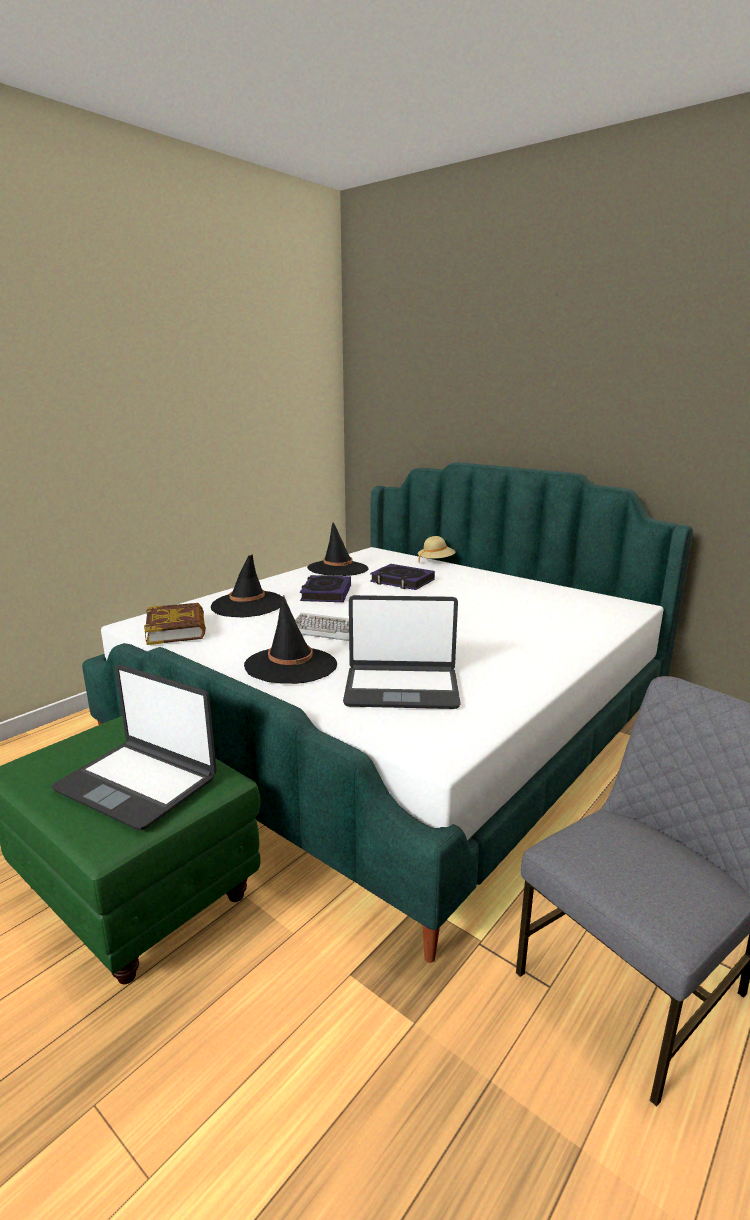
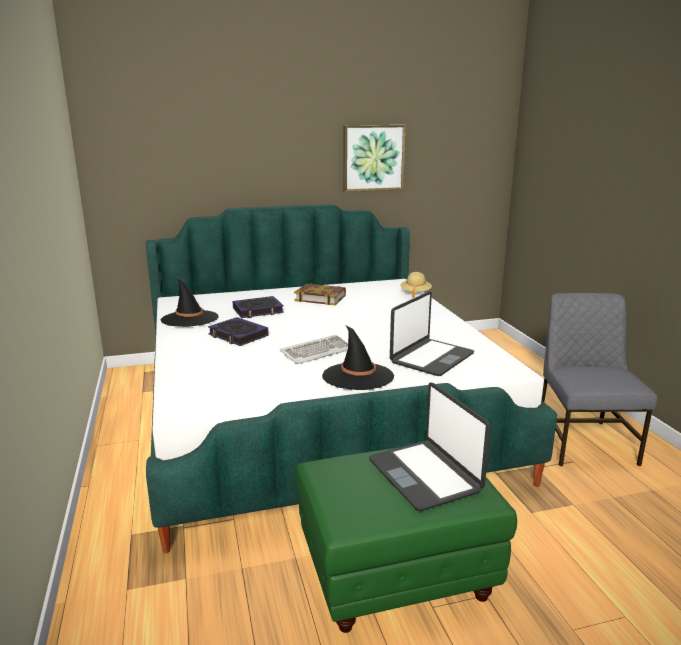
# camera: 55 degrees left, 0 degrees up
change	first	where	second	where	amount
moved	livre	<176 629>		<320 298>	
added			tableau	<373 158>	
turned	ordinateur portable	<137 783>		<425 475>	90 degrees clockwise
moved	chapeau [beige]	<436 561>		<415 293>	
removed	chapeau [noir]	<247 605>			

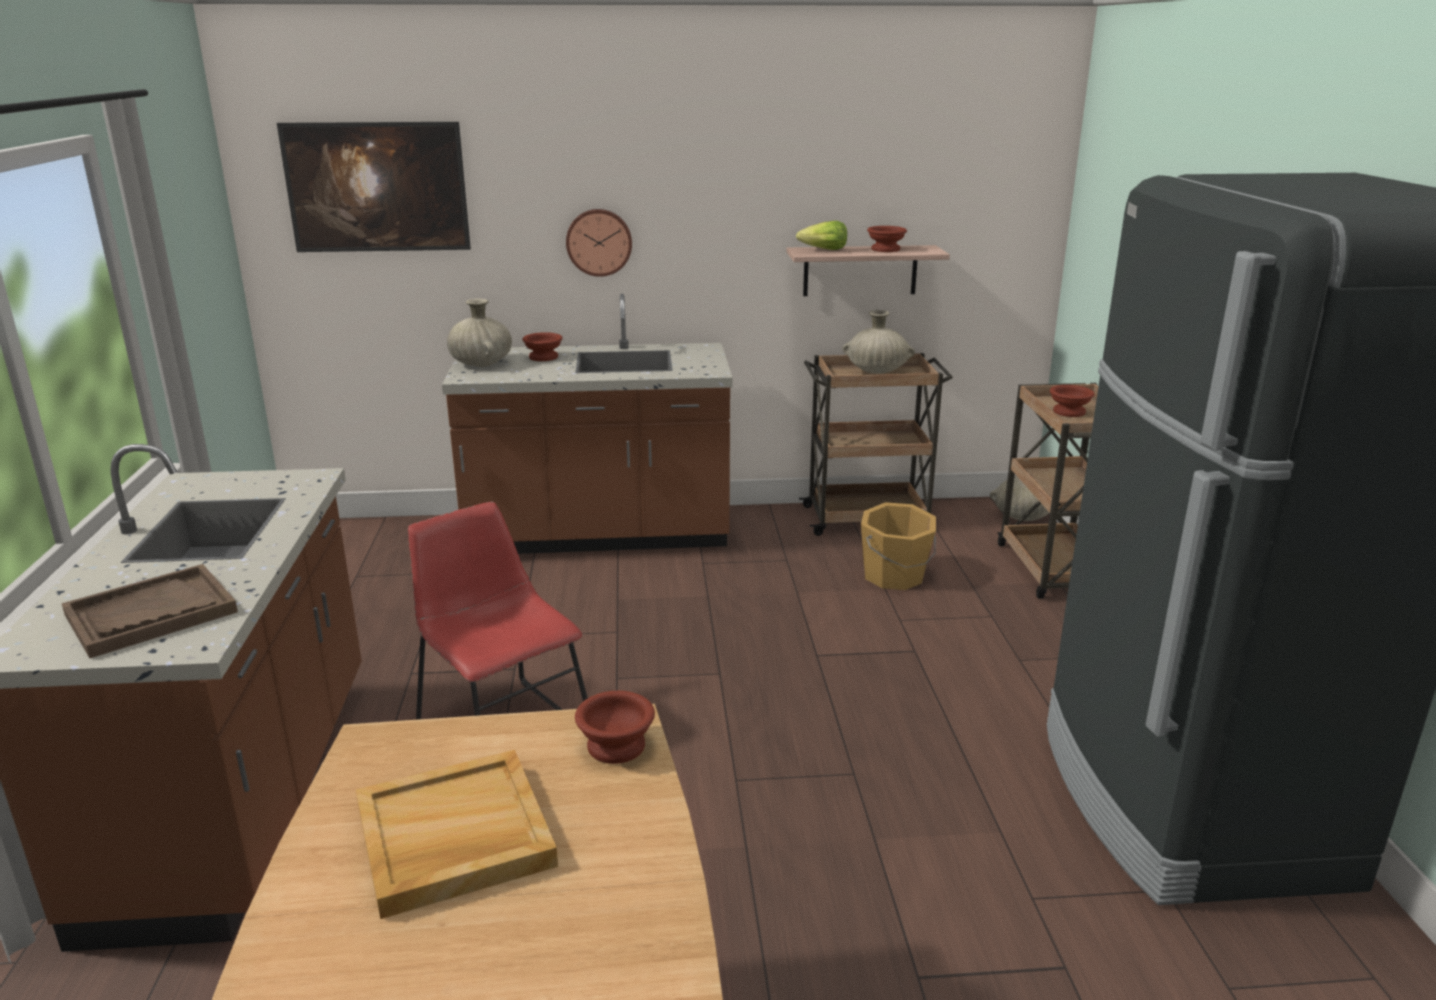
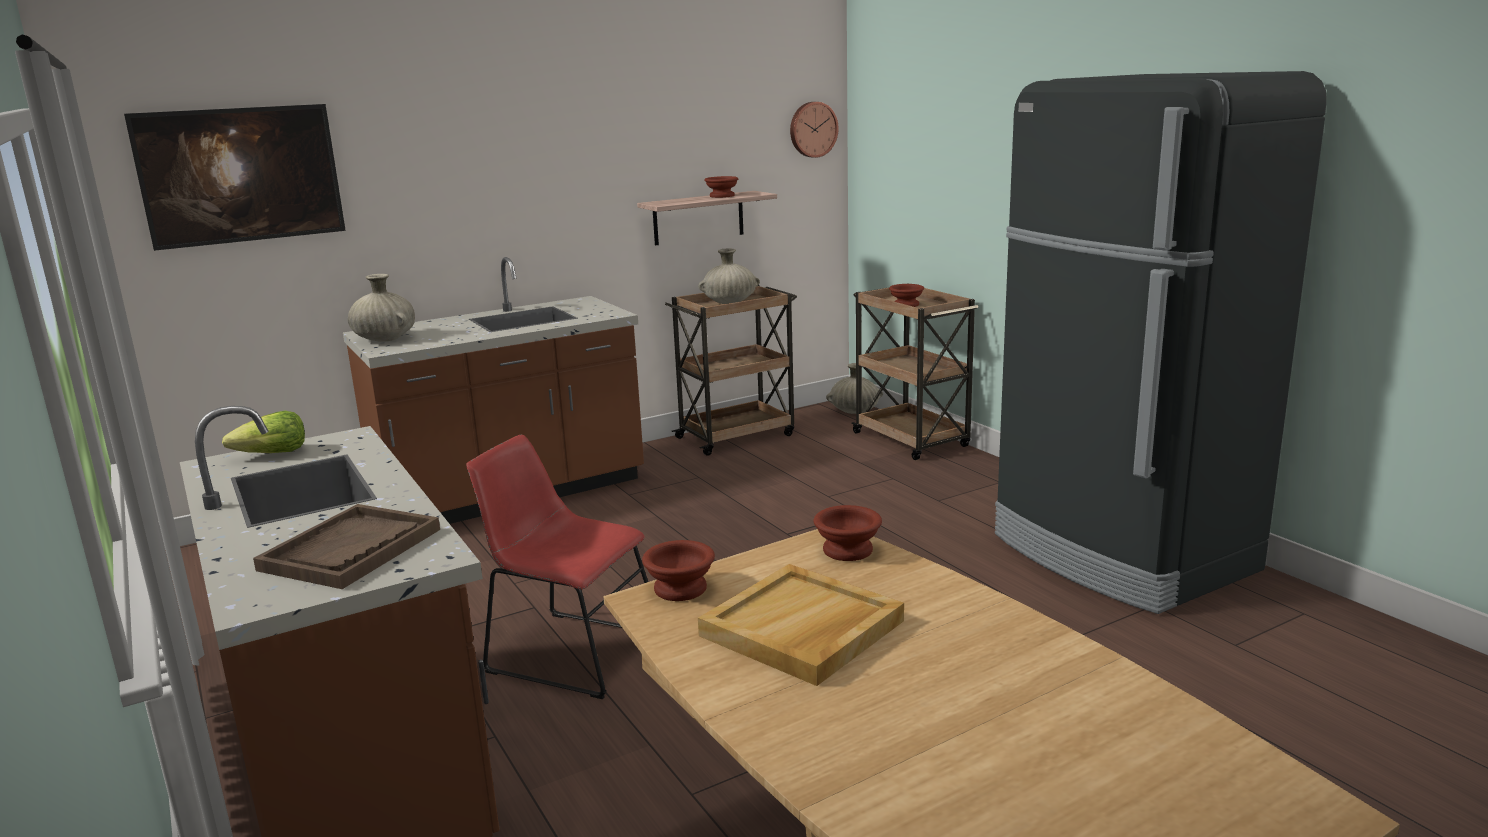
# camera: 25 degrees left, 5 degrees down
change	first	where	second	where	amount
moved	laitue	<824 250>		<272 454>	
moved	bol [marron]	<544 357>		<682 588>	
moved	horloge murale	<599 242>		<812 129>	
removed	seau [orange]	<894 576>			

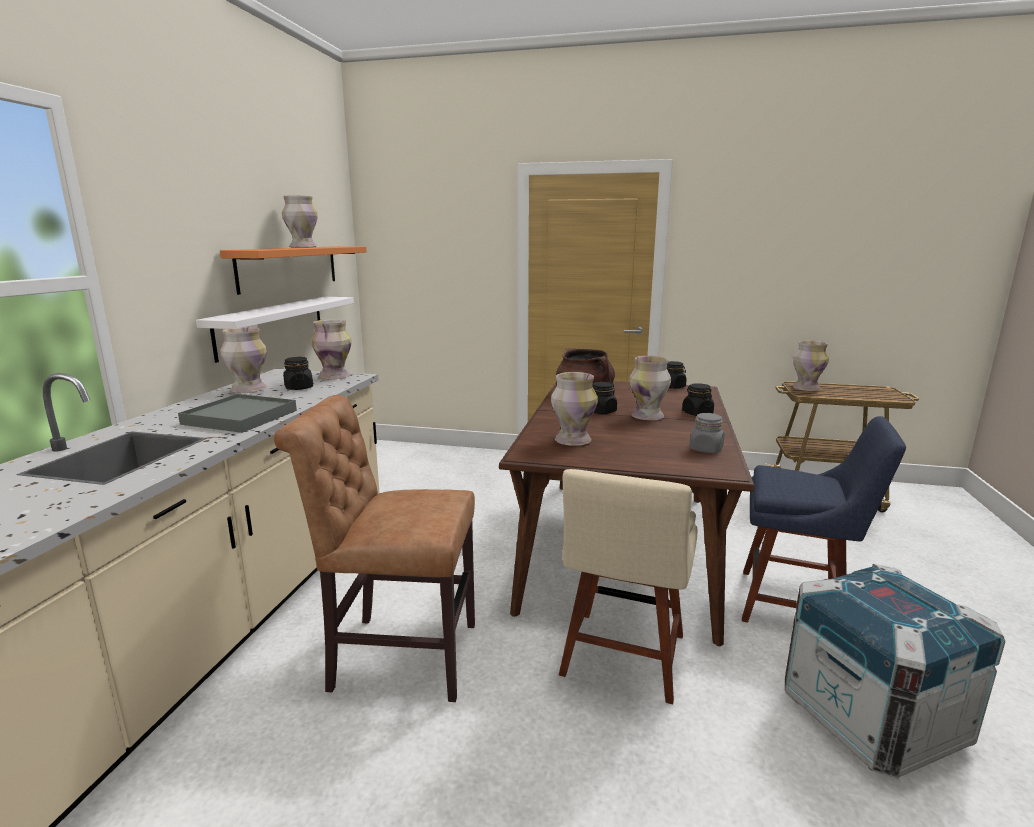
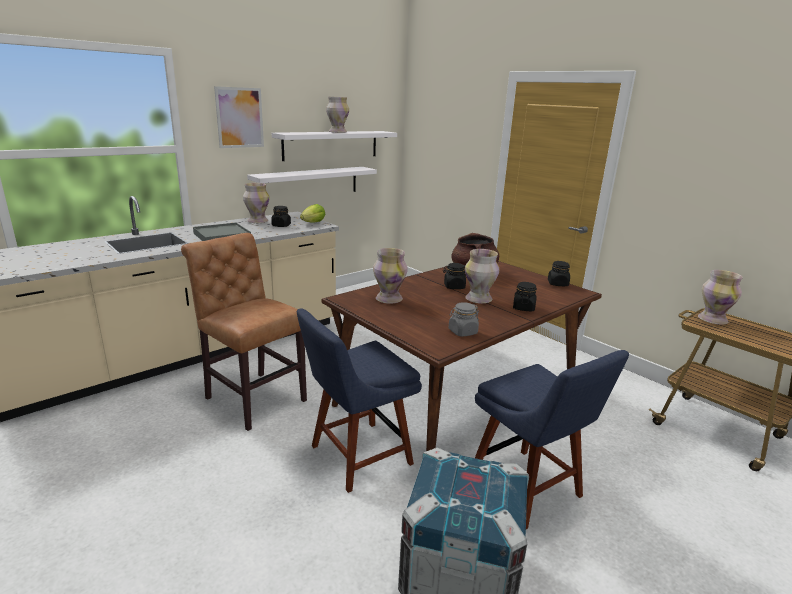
# camera: 35 degrees right, 5 degrees up
change	first	where	second	where	amount
added			tableau	<240 117>	
recoloured	étagère [orange]	<289 267>	étagère [blanc]	<331 145>	
recoloured	chaise [beige]	<622 659>	chaise [bleu]	<356 456>	
replaced	vase	<335 376>	laitue	<313 223>	

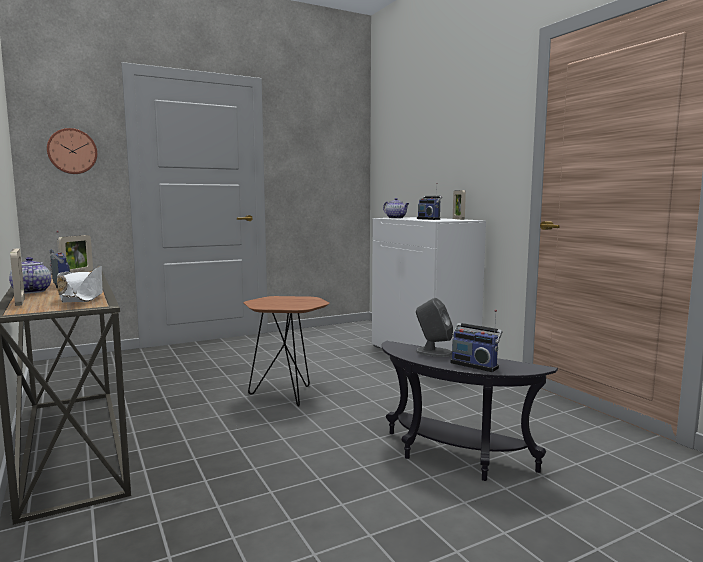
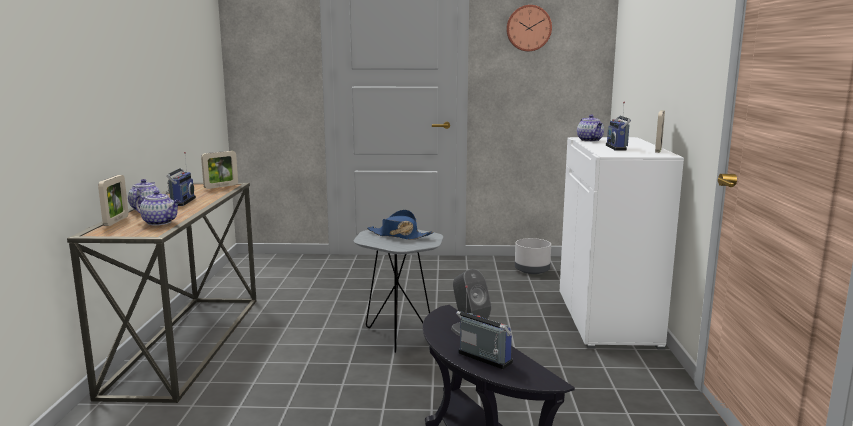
# camera: 30 degrees right, 5 degrees up
change	first	where	second	where	amount
replaced	chapeau [blanc]	<82 298>	théière	<160 222>	
recoloured	table d'appoint [marron]	<288 395>	table d'appoint [gris]	<400 337>	
added			chapeau [bleu]	<399 236>	
turned	radio	<475 365>		<483 359>	150 degrees clockwise
moved	horloge murale	<72 151>		<528 28>	
added			cache-pot [gris]	<531 270>	

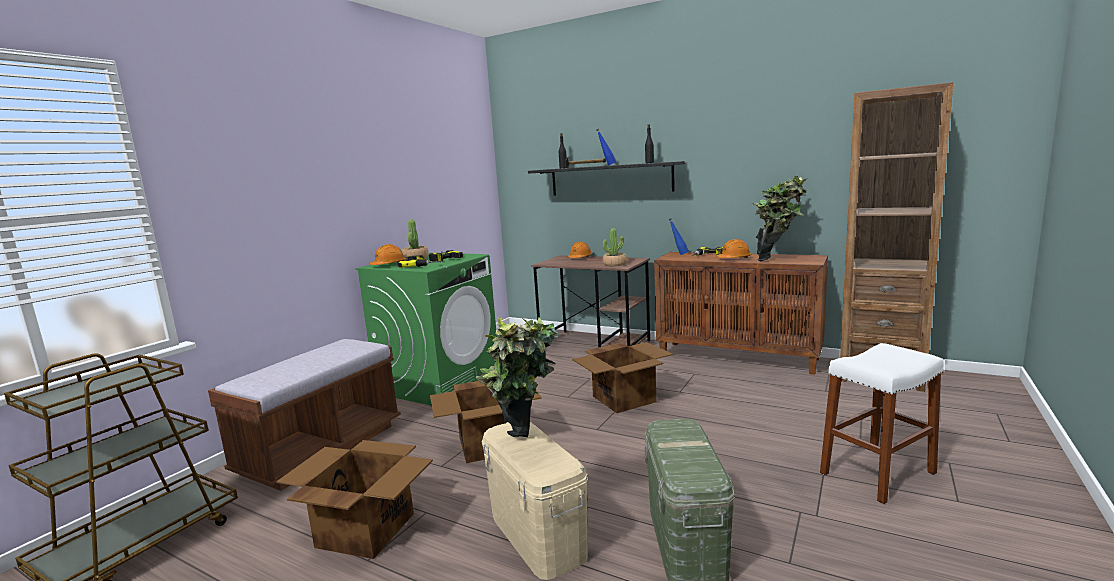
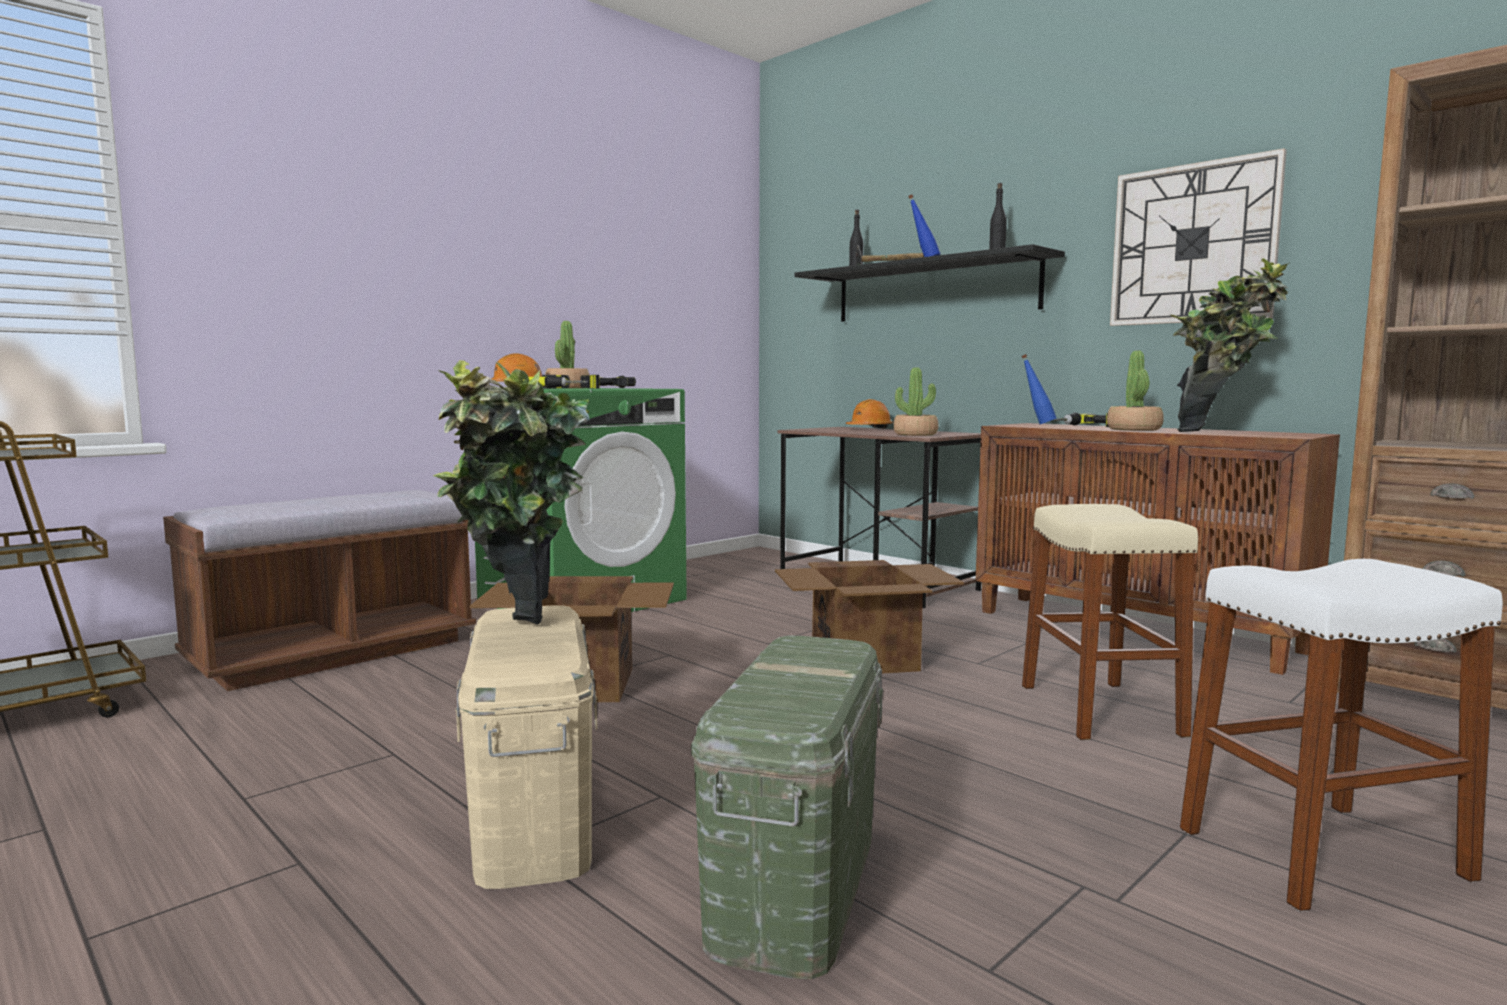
# camera: 15 degrees right, 5 degrees down
change	first	where	second	where	amount
added			tabouret [beige]	<1099 710>	
replaced	casque de chantier [orange]	<734 259>	plante en pot	<1134 429>	
added			horloge murale	<1193 244>	
removed	carton	<365 529>			

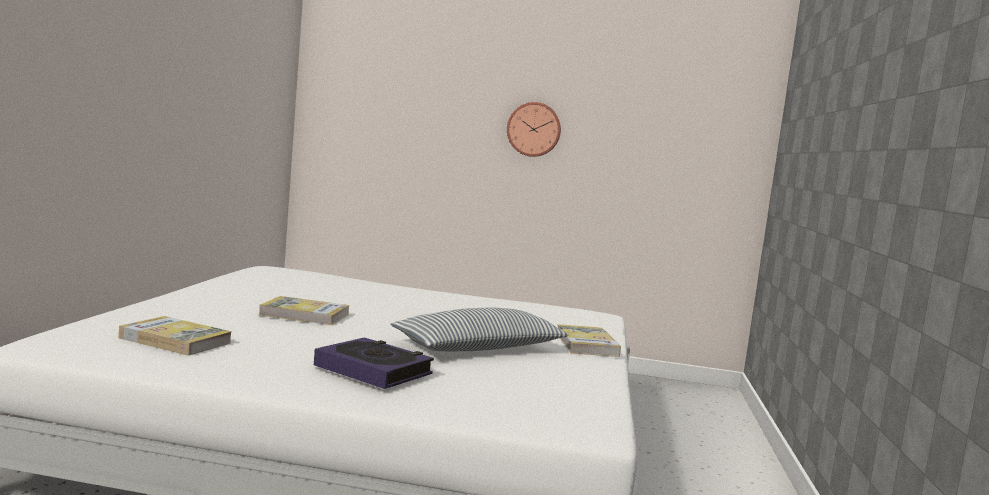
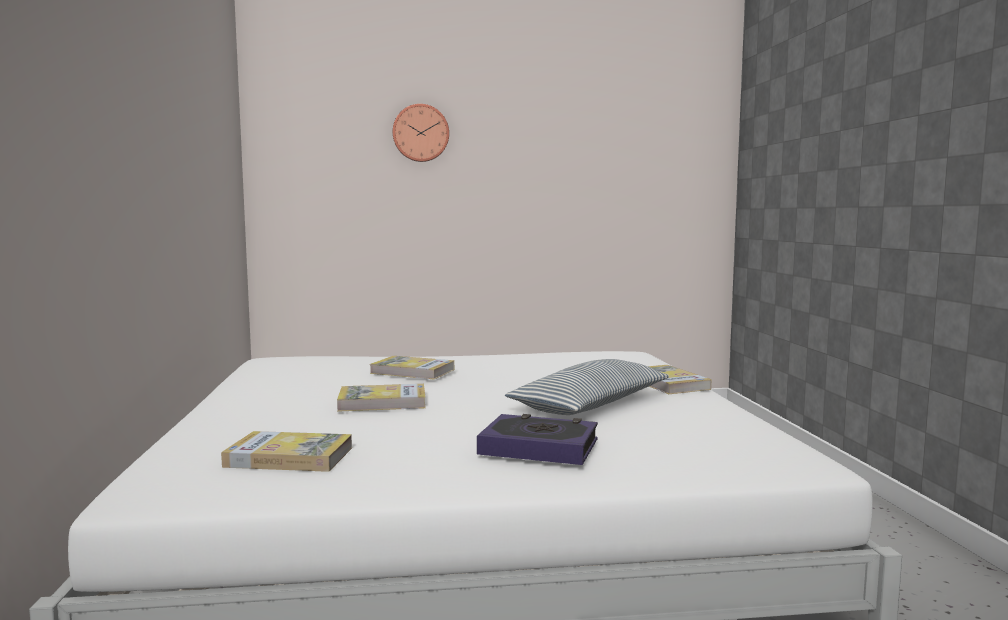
# camera: 15 degrees left, 0 degrees up
change	first	where	second	where	amount
added			livre	<412 371>	
moved	horloge murale	<534 129>		<421 133>	

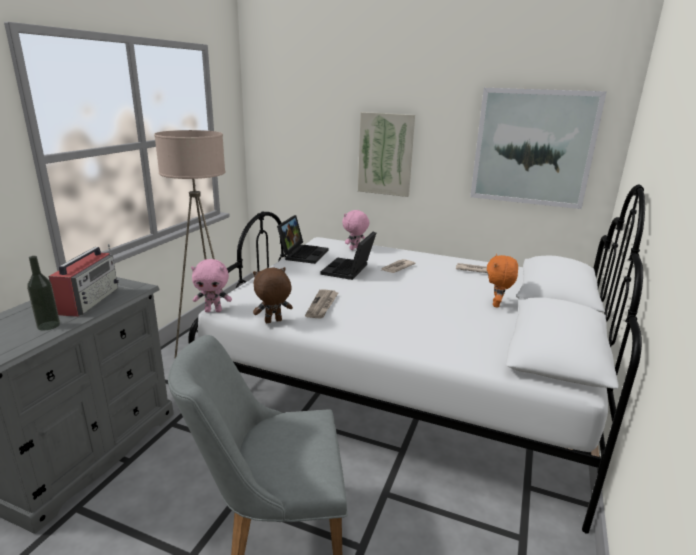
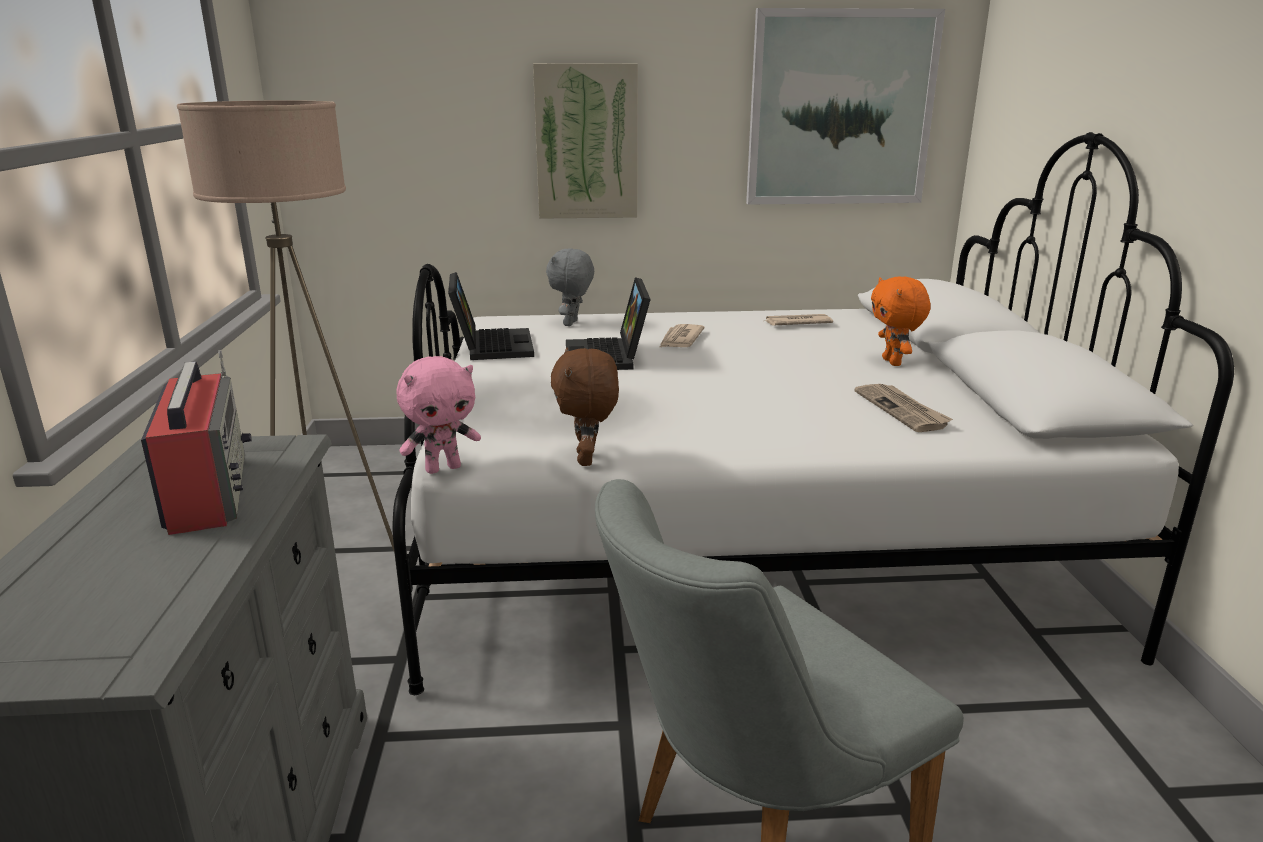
# camera: 25 degrees left, 0 degrees up
change	first	where	second	where	amount
recoloured	peluche [rose]	<355 249>	peluche [gris]	<572 323>	
turned	peluche [marron]	<273 322>		<587 459>	45 degrees counterclockwise
moved	journal	<322 305>		<902 410>	
removed	bouteille	<48 325>			

